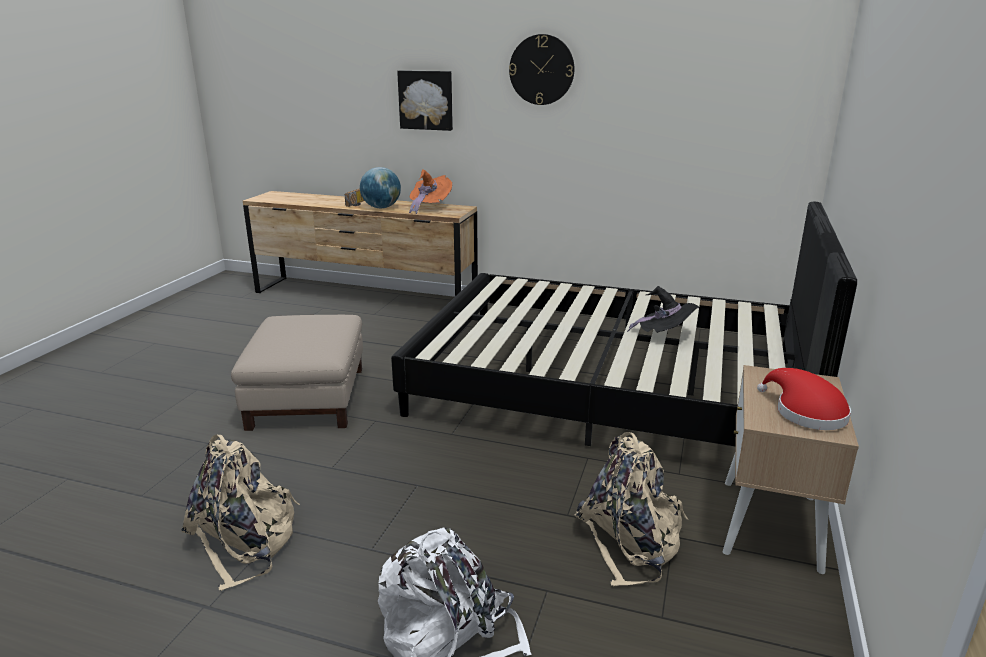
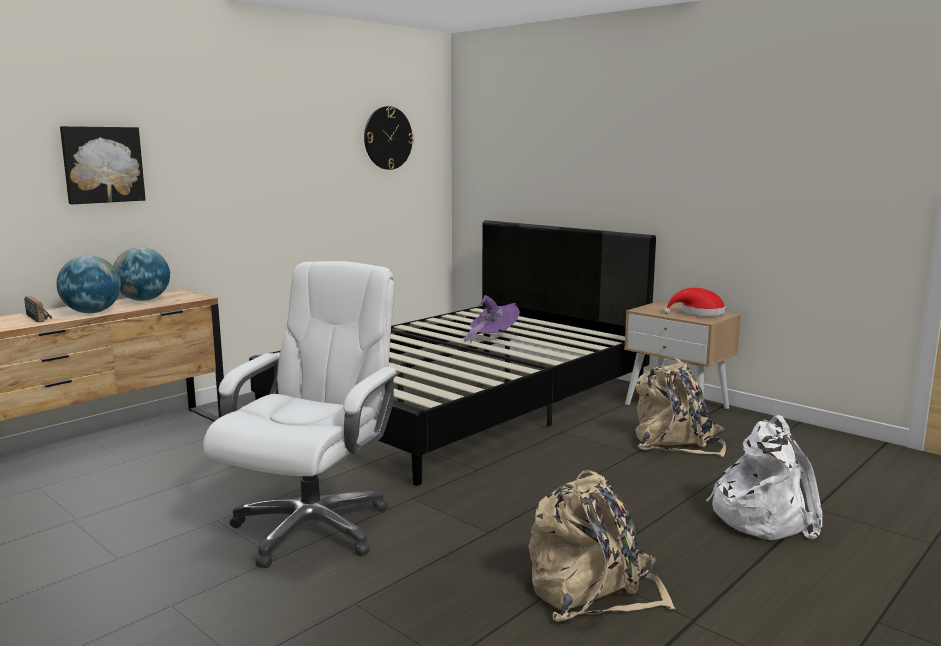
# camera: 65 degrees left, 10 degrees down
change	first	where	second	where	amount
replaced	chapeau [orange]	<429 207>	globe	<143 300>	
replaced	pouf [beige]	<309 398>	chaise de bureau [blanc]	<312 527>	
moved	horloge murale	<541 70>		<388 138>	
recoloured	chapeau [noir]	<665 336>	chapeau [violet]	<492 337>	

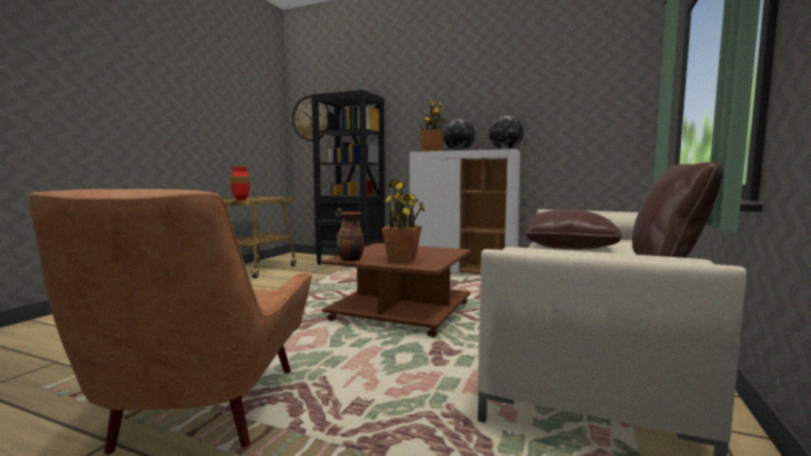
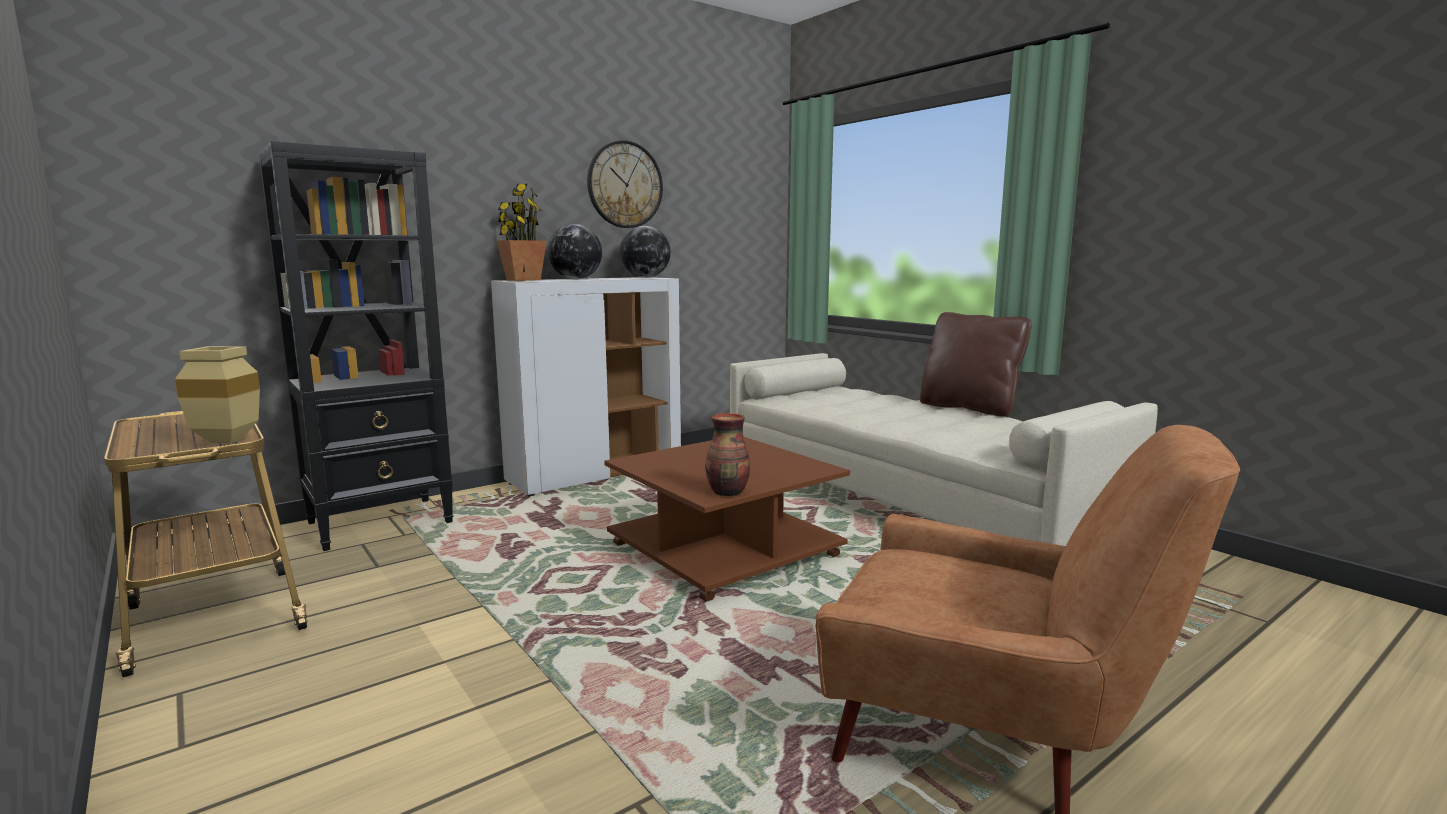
# camera: 60 degrees left, 5 degrees up
change	first	where	second	where	amount
recoloured	vase [rouge]	<240 200>	vase [beige]	<222 441>	
moved	horloge murale	<311 118>		<625 185>	
removed	plante en pot	<402 260>			
removed	coussin [marron]	<568 247>			

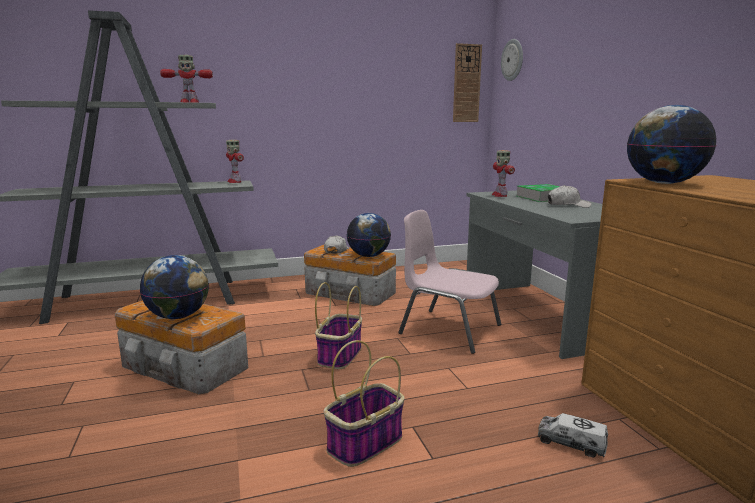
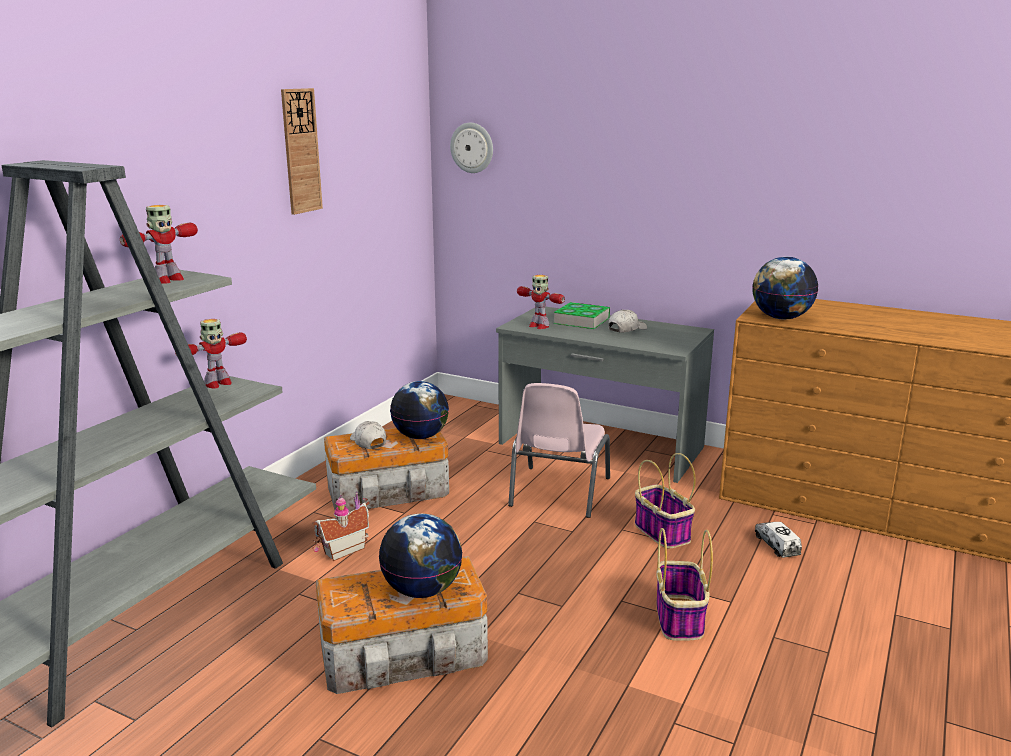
# camera: 45 degrees left, 5 degrees up
change	first	where	second	where	amount
turned	robot jouet	<235 182>		<217 384>	60 degrees counterclockwise
moved	horloge murale	<466 83>		<301 151>	
added			maison miniature	<342 550>	
turned	chaise [rose]	<448 329>		<558 492>	60 degrees counterclockwise
moved	panier	<340 355>		<661 532>	
turned	camion jouet	<571 443>		<776 545>	90 degrees clockwise

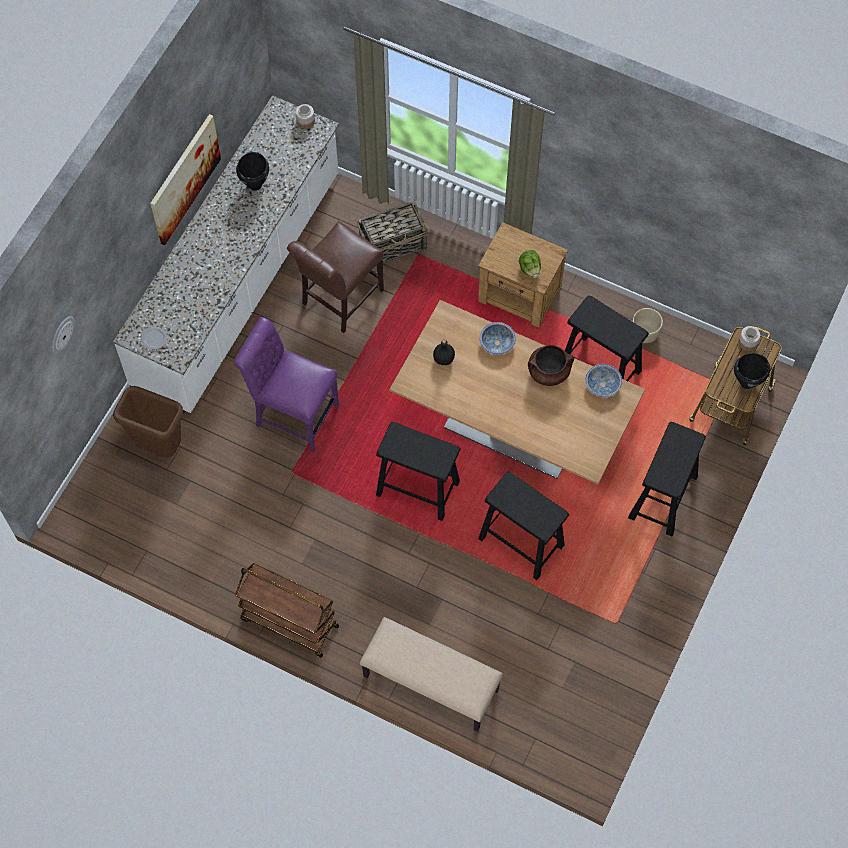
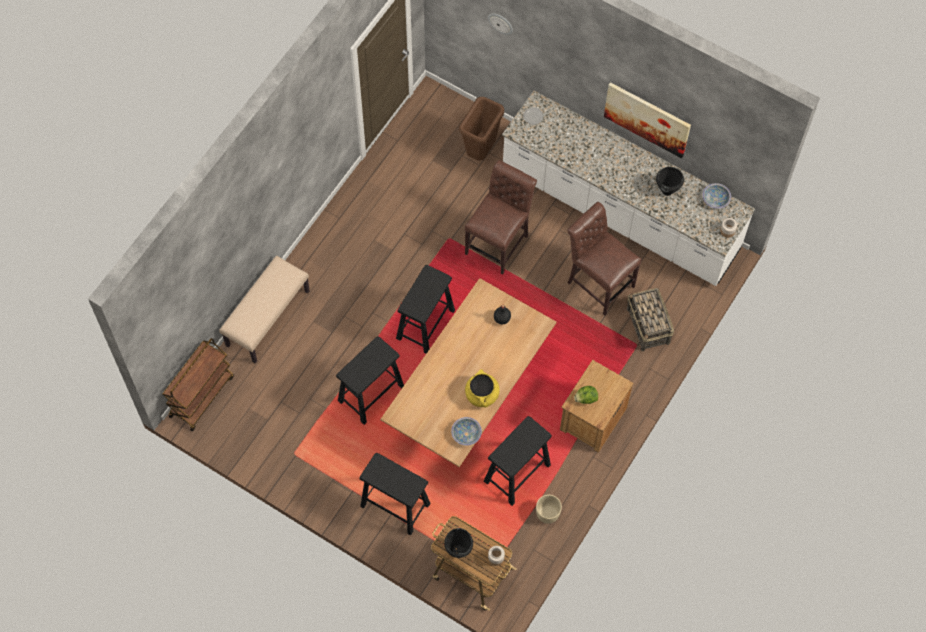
# camera: 95 degrees right, 0 degrees up
change	first	where	second	where	amount
moved	chariot [marron]	<288 622>		<201 396>	
recoloured	chaise [violet]	<293 413>	chaise [marron]	<499 242>	
recoloured	marmite [marron]	<549 372>	marmite [jaune]	<482 395>	
moved	bol	<497 342>		<715 199>	

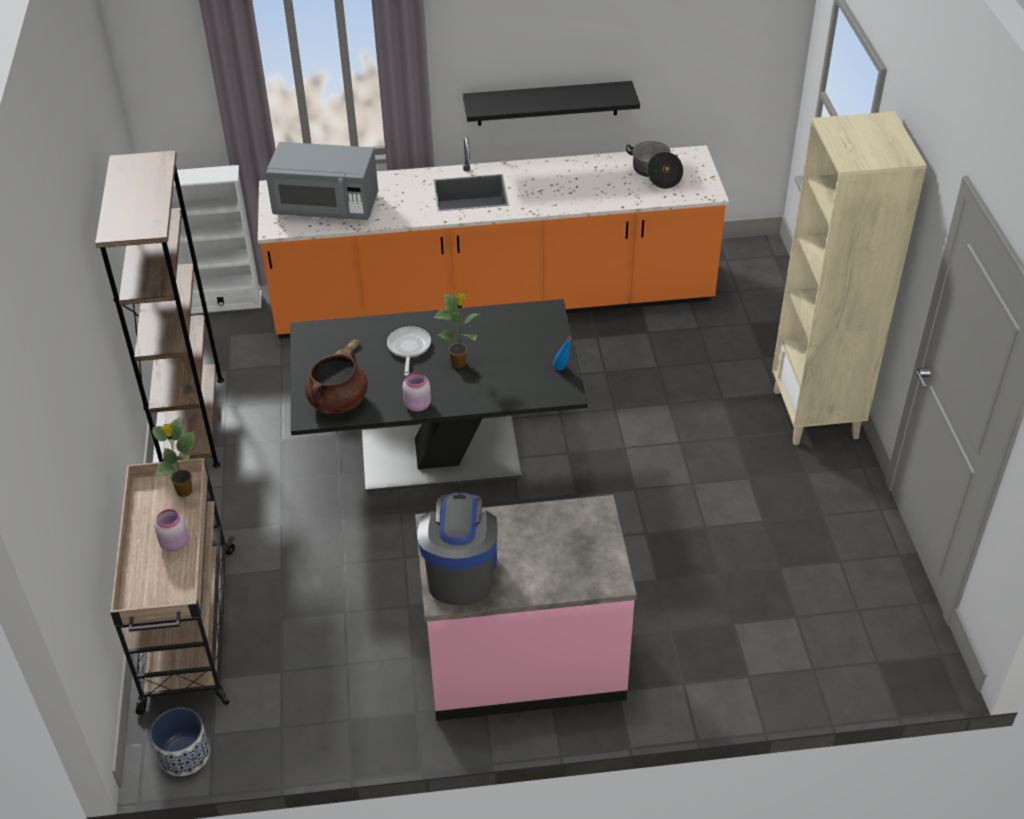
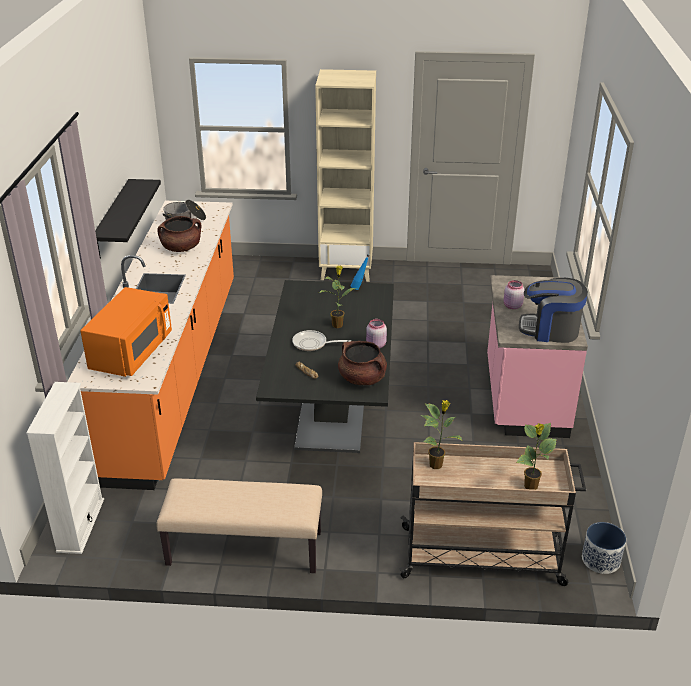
# camera: 80 degrees left, 10 degrees down
change	first	where	second	where	amount
recoloured	micro-ondes [gris]	<326 206>	micro-ondes [orange]	<131 353>	
replaced	bibliothèque [marron]	<193 423>	banc [beige]	<244 549>	
added			marmite [marron]	<181 248>	
moved	bocal [rose]	<174 543>		<512 306>	
added			plante en pot	<530 487>	

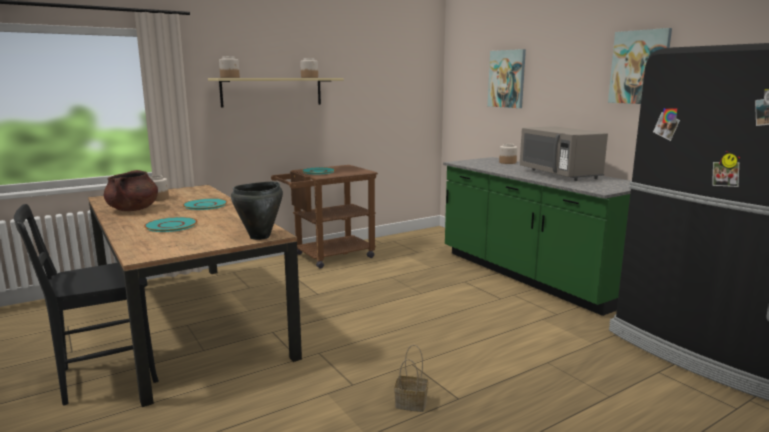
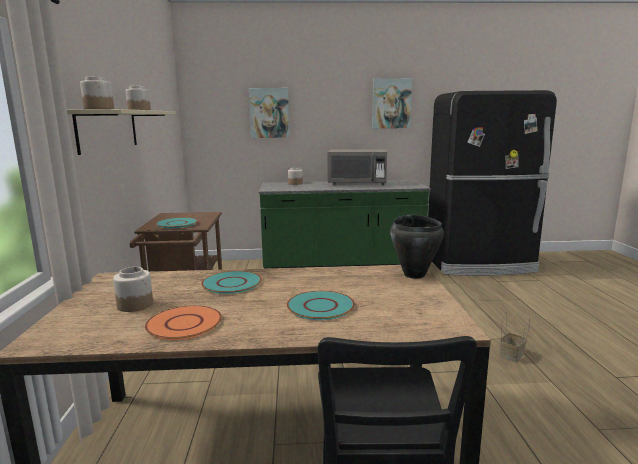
# camera: 60 degrees left, 0 degrees up
change	first	where	second	where	amount
replaced	marmite [marron]	<133 209>	assiette [orange]	<185 323>	

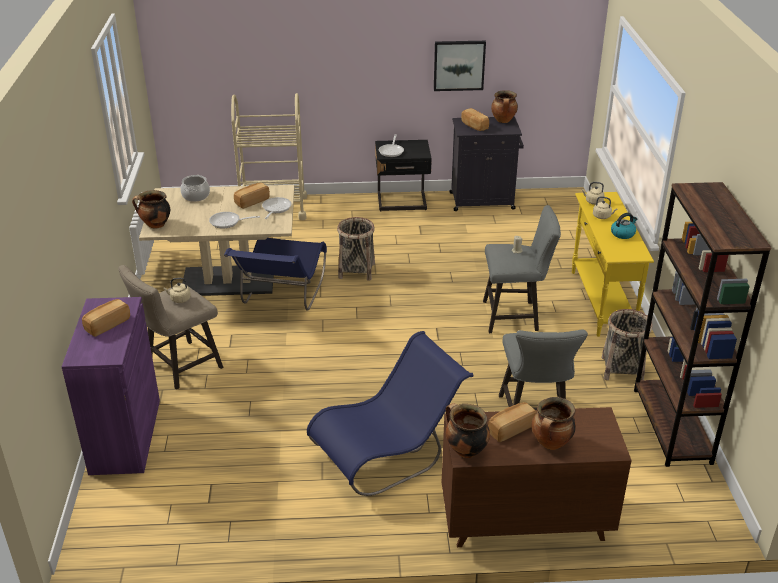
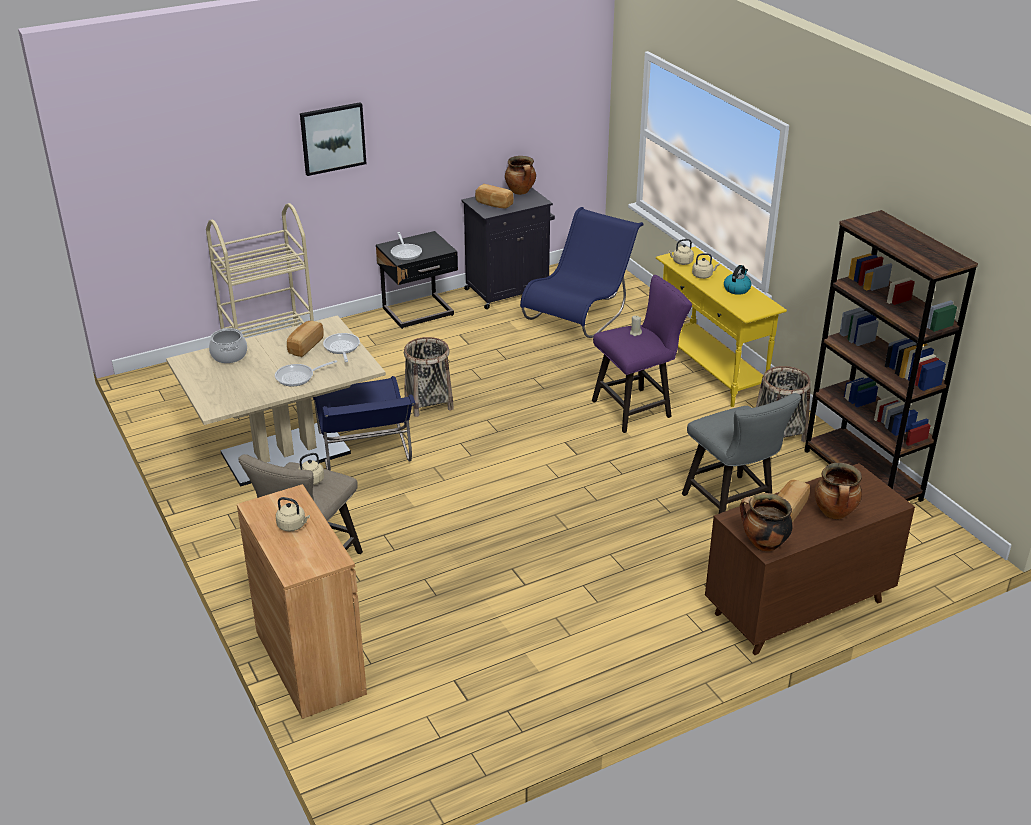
# camera: 25 degrees left, 0 degrees up
change	first	where	second	where	amount
recoloured	meuble de rangement [violet]	<125 436>	meuble de rangement [marron]	<310 662>	
replaced	pain	<107 324>	bouilloire [beige]	<293 526>	
moved	tableau	<459 65>		<332 138>	
moved	chaise [bleu]	<388 454>		<580 313>	
recoloured	tabouret [gris]	<515 316>	tabouret [violet]	<637 408>	
removed	marmite	<155 225>			

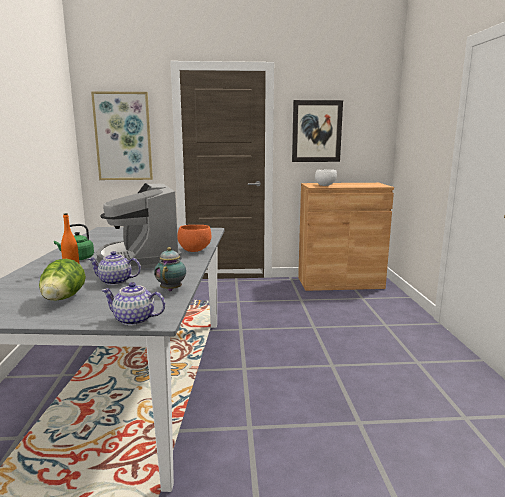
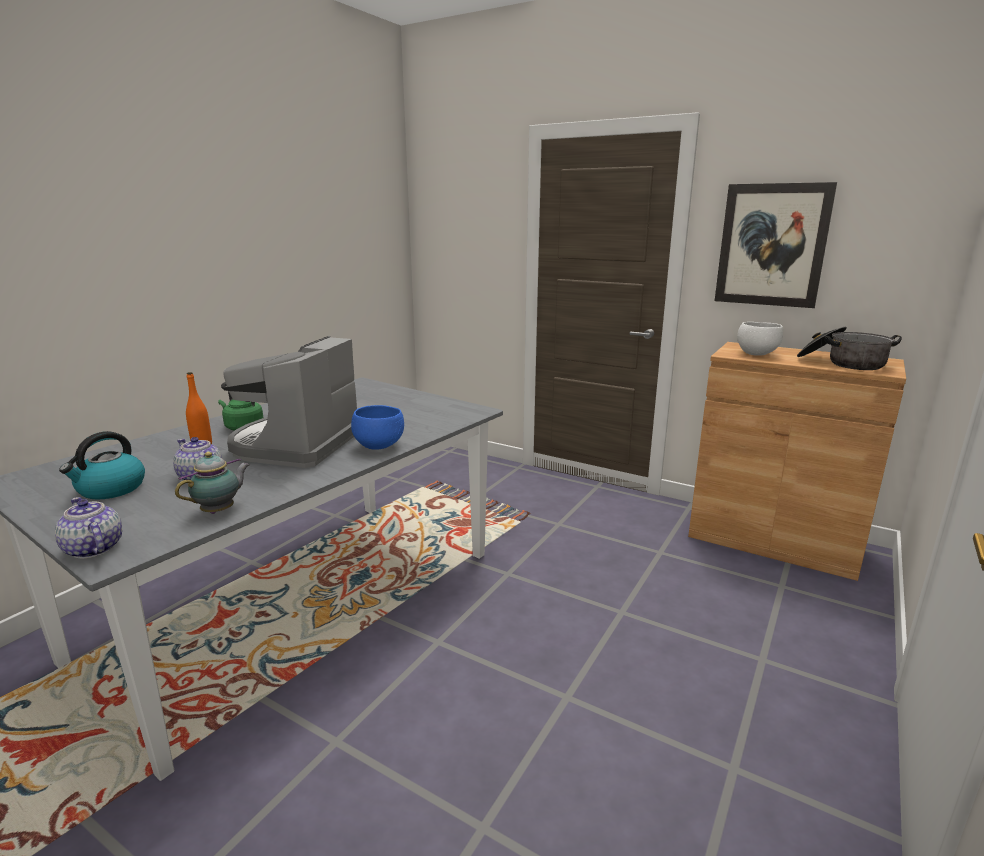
# camera: 35 degrees right, 5 degrees up
change	first	where	second	where	amount
replaced	laitue	<62 299>	bouilloire	<110 489>	
recoloured	bol [orange]	<194 250>	bol [bleu]	<379 446>	
added			marmite	<842 363>	
removed	tableau	<123 136>			

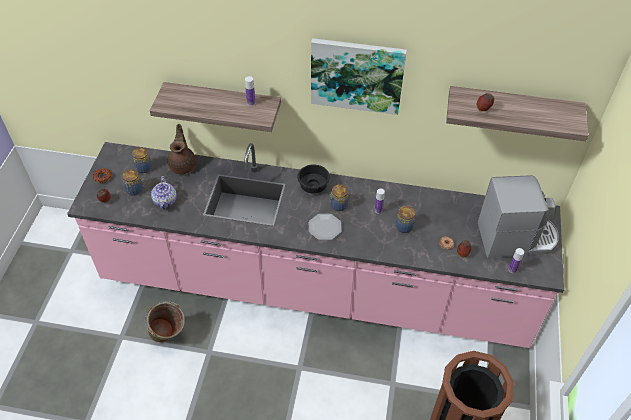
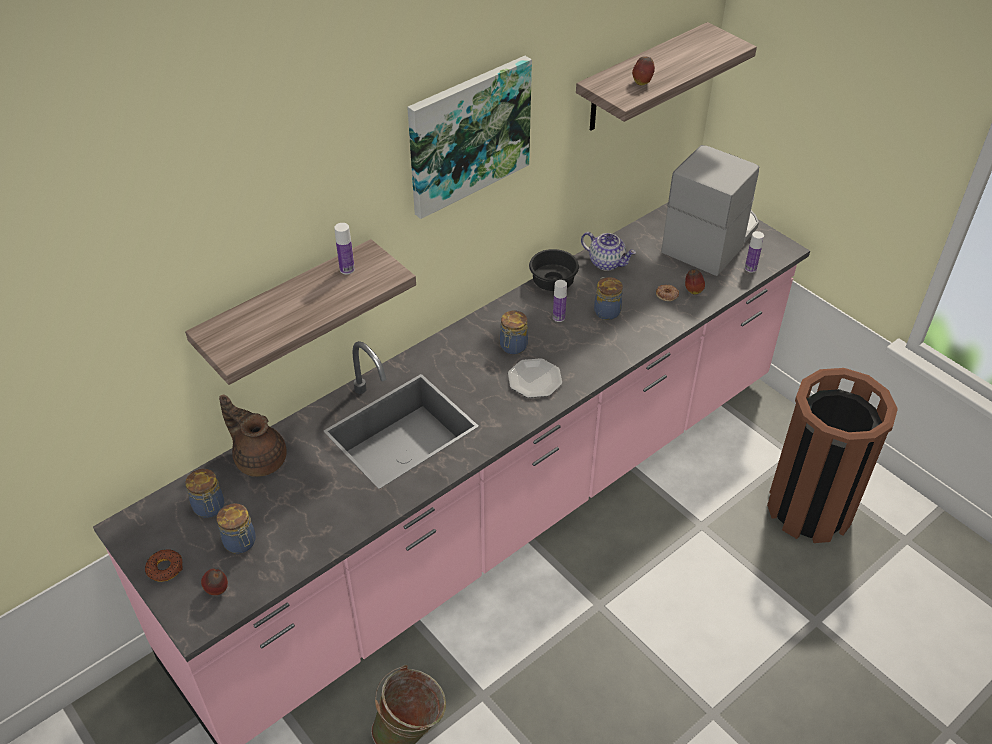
# camera: 50 degrees left, 5 degrees down
change	first	where	second	where	amount
moved	bol [noir]	<312 186>		<551 283>	
moved	théière	<165 201>		<607 262>	

